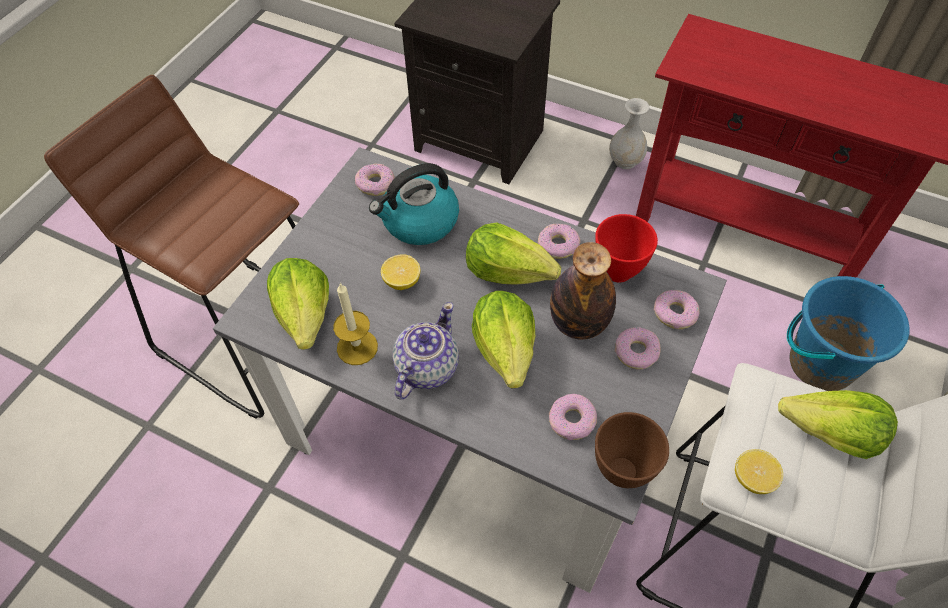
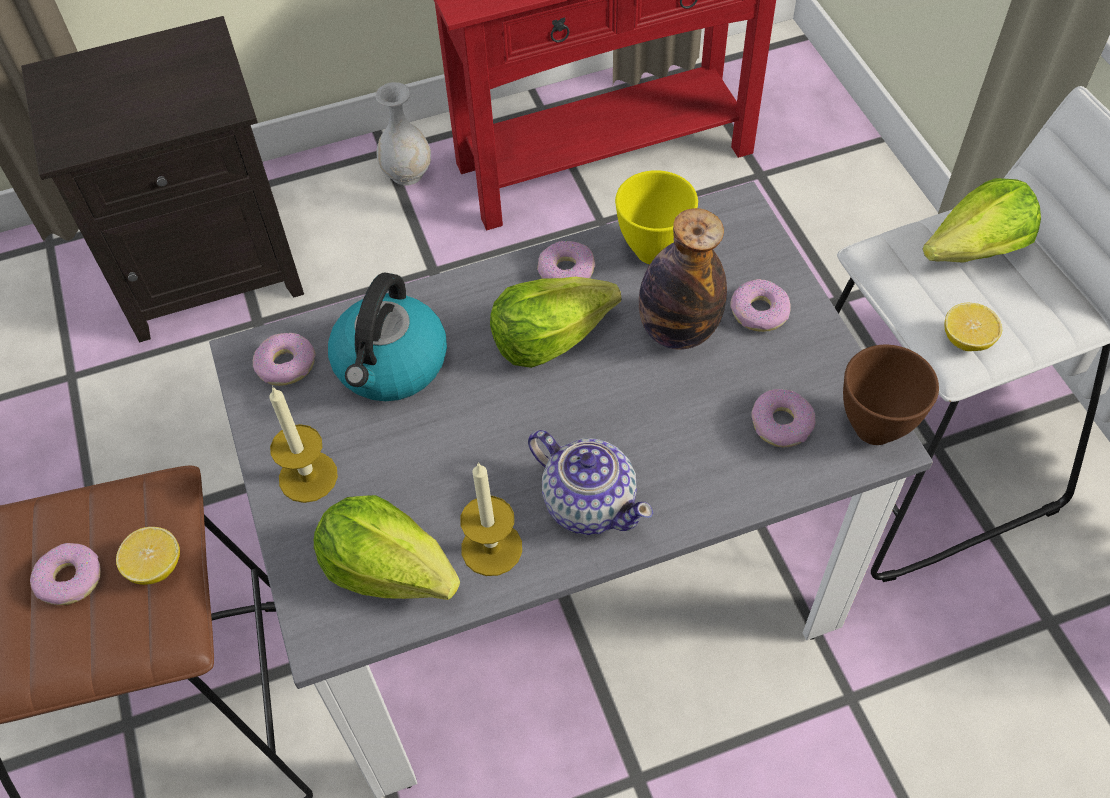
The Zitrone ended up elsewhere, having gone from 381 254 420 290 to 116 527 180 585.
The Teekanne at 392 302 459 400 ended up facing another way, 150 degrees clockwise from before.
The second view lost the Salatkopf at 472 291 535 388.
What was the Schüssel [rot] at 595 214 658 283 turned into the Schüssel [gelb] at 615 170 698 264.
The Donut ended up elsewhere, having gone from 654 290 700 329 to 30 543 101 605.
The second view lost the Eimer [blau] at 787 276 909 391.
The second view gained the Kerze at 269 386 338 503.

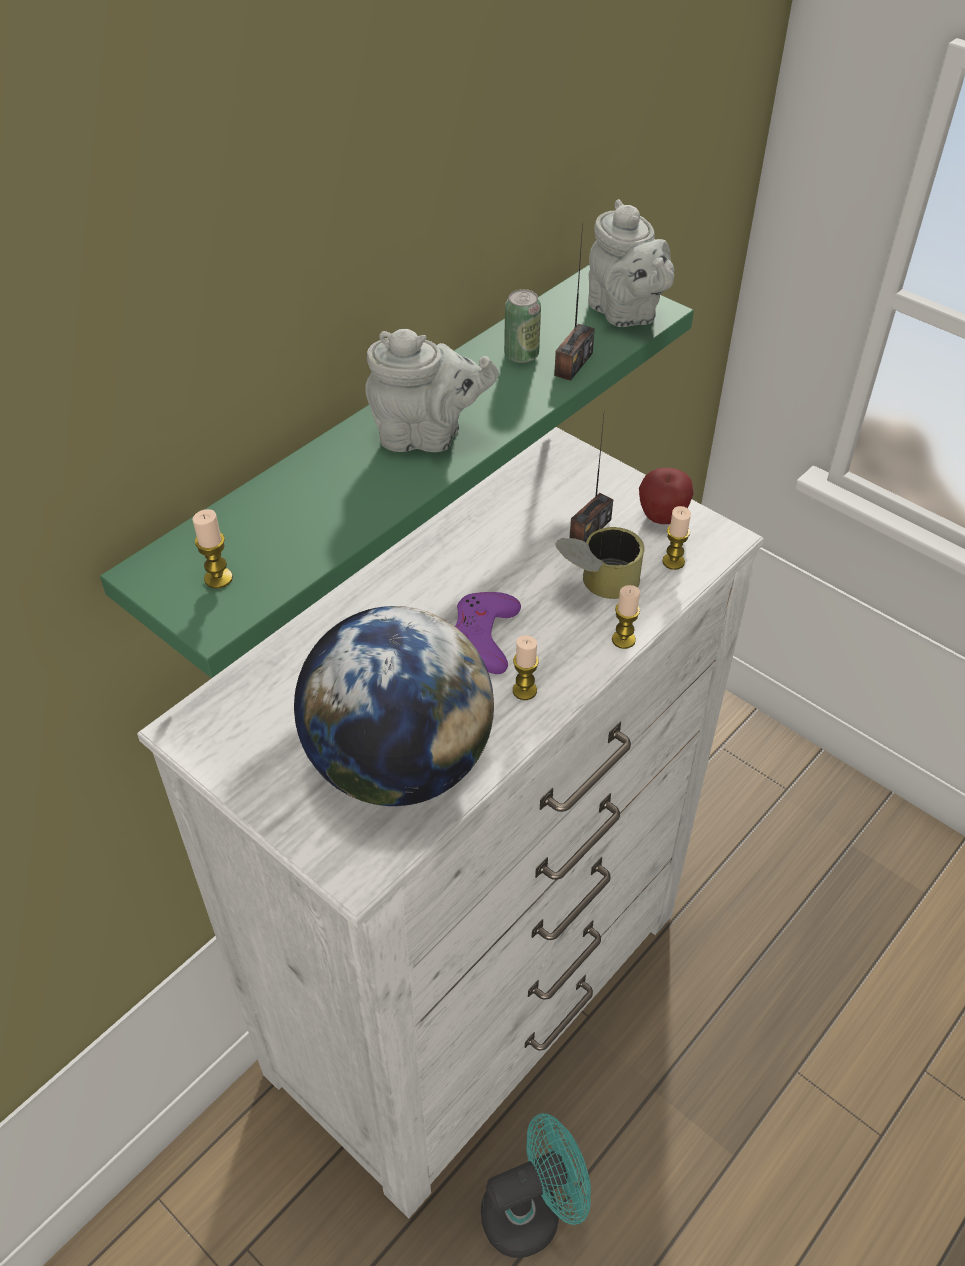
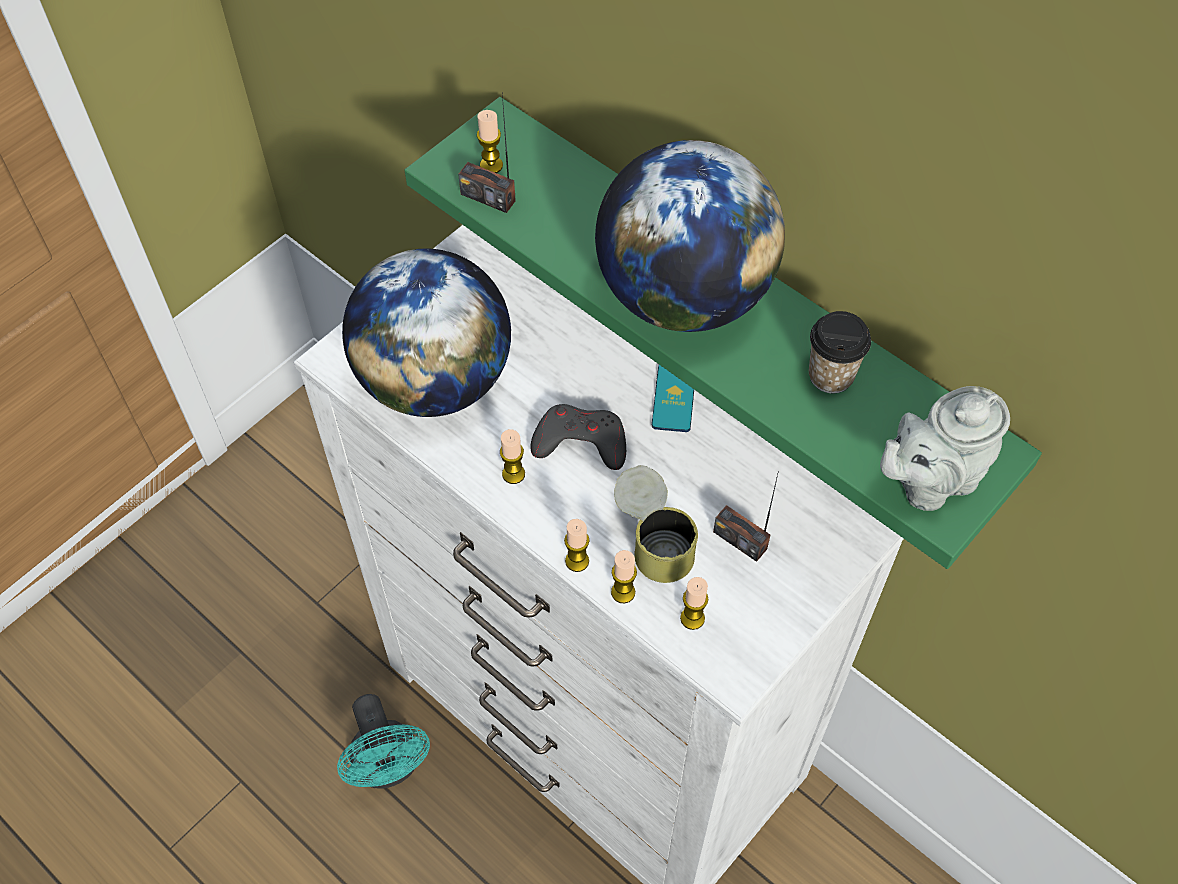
Where the Teekanne [grau] stood at 365 329 499 452, the Globus came to stand at 595 140 785 332.
What was the Gamepad [lila] at 455 592 521 674 turned into the Gamepad [grau] at 530 404 626 470.
Where the Dose stood at 504 289 541 363, the Tasse came to stand at 809 311 871 394.
The Radio ended up elsewhere, having gone from 554 222 595 381 to 458 94 516 213.
The second view lost the Apfel at 639 468 694 524.
The second view gained the Kerze at 611 550 637 604.
The second view gained the Handy at 652 364 694 432.

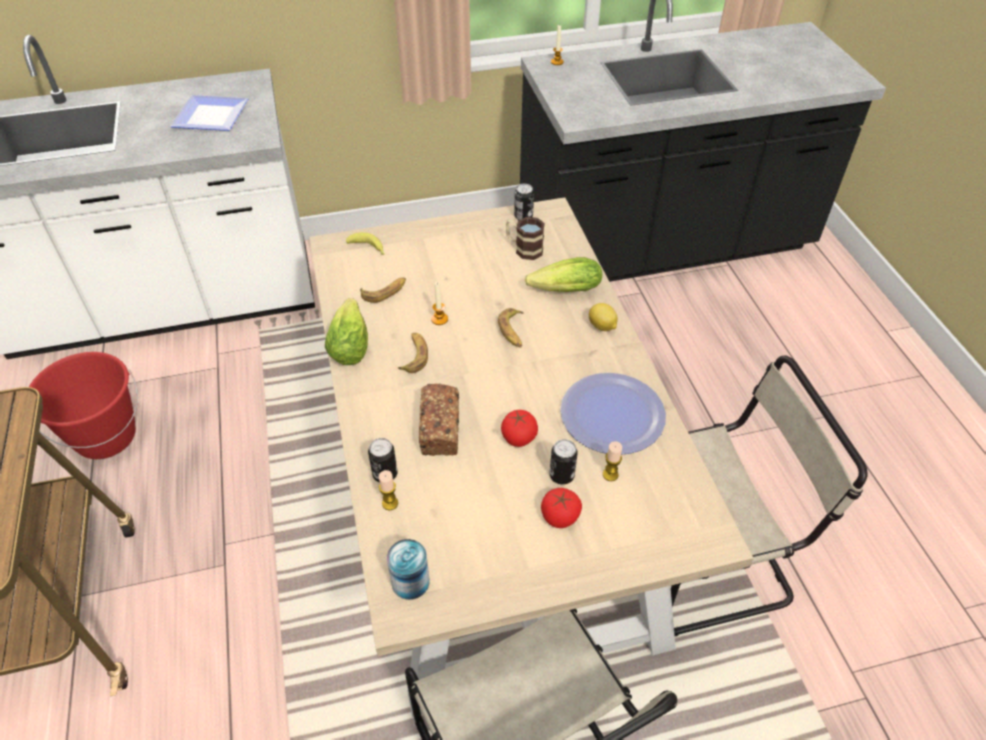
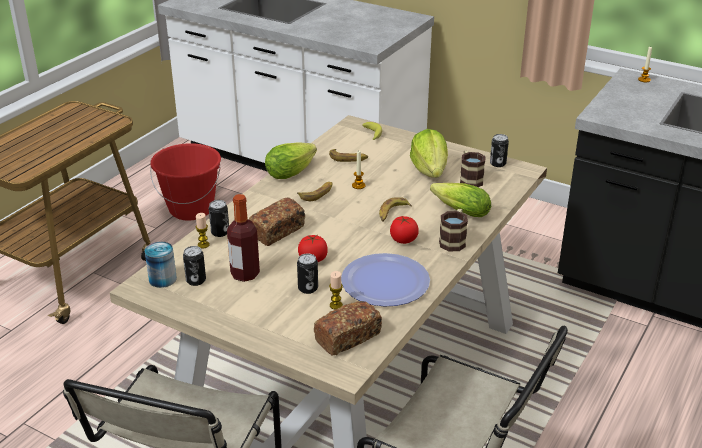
The second view lost the Teller at 170 95 248 131.
The Tomate ended up elsewhere, having gone from 541 488 582 528 to 390 216 419 244.
Where the Zitrone stood at 589 303 618 331, the Henkelbecher came to stand at 439 209 468 251.
The second view gained the Dose at 183 246 206 286.
The second view gained the Flasche at 227 194 260 282.
The second view gained the Brot at 314 301 382 356.
The second view gained the Salatkopf at 410 129 448 178.

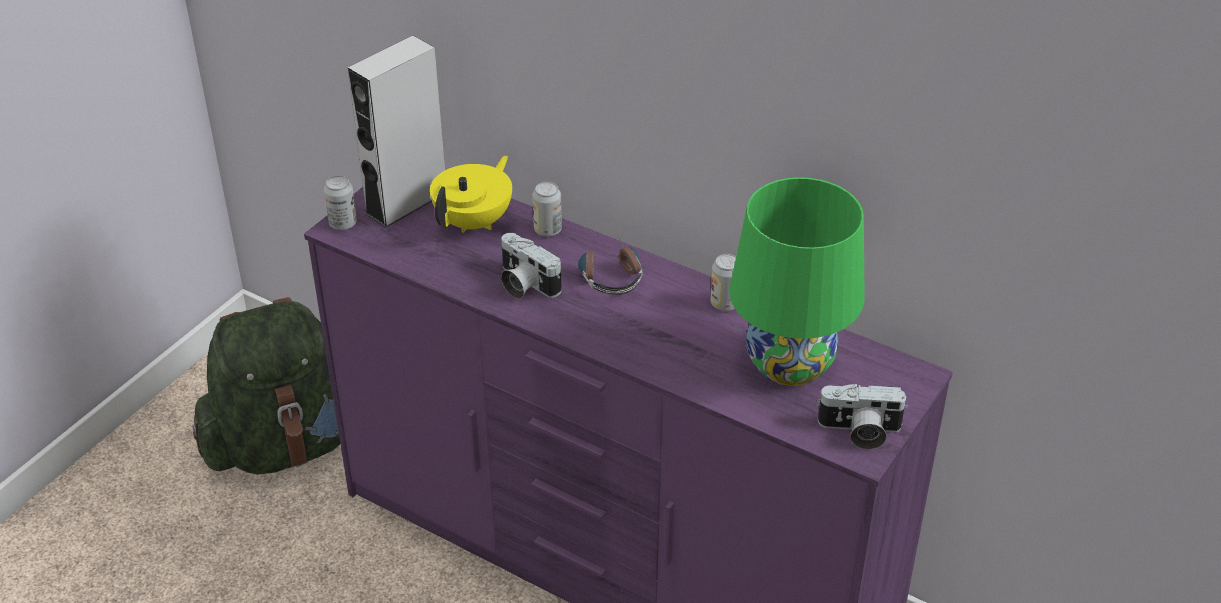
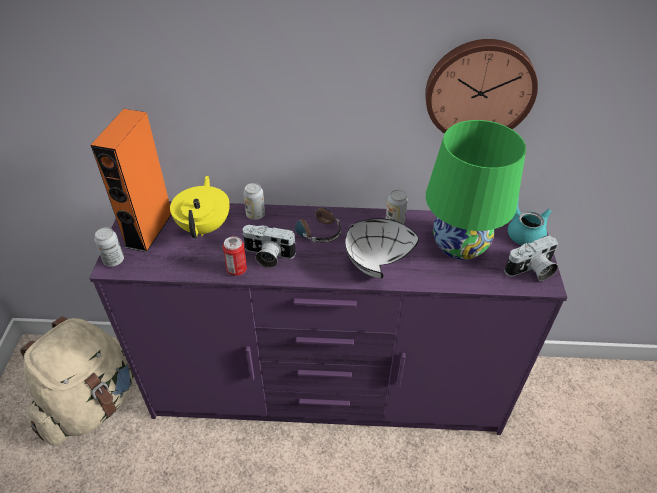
What was the Rucksack [grün] at 193 297 340 475 turned into the Rucksack [beige] at 20 316 134 445.
What was the Lautsprecher [grau] at 348 35 445 228 turned into the Lautsprecher [orange] at 91 109 171 252.
The second view gained the Dose at 223 236 247 276.
The second view gained the Schüssel [weiß] at 345 218 419 279.
The second view gained the Wanduhr at 425 39 538 134.
The second view gained the Teekanne [türkis] at 508 197 552 245.

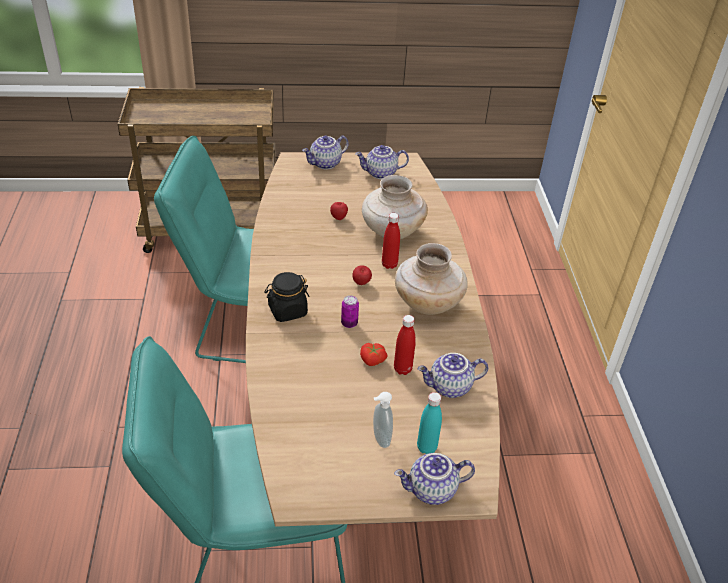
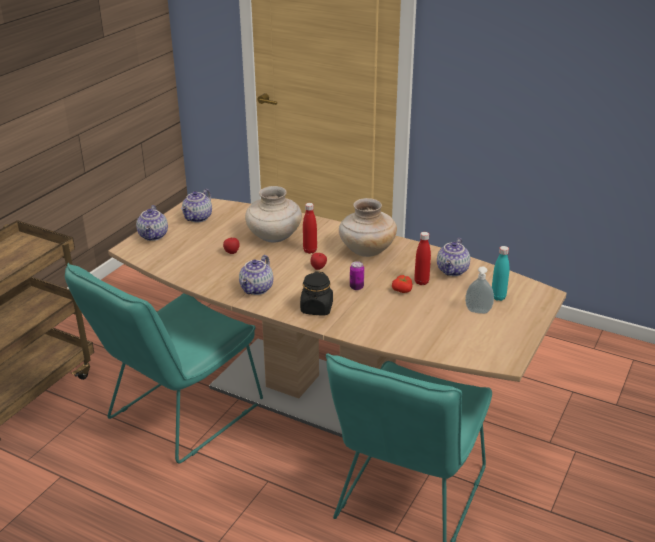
The Teekanne ended up elsewhere, having gone from 394 453 475 505 to 239 255 273 295.

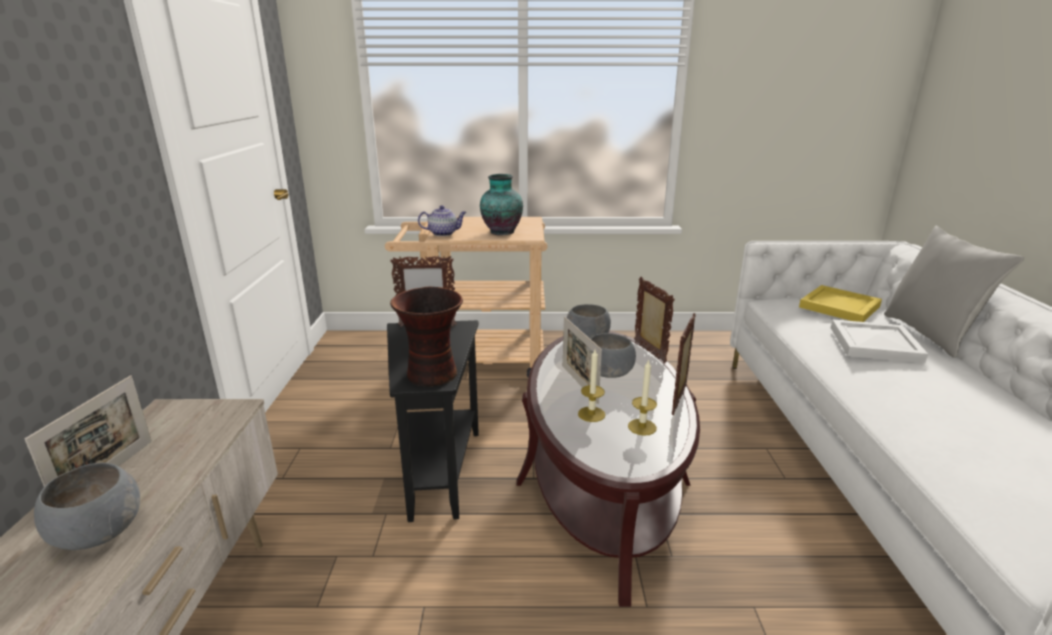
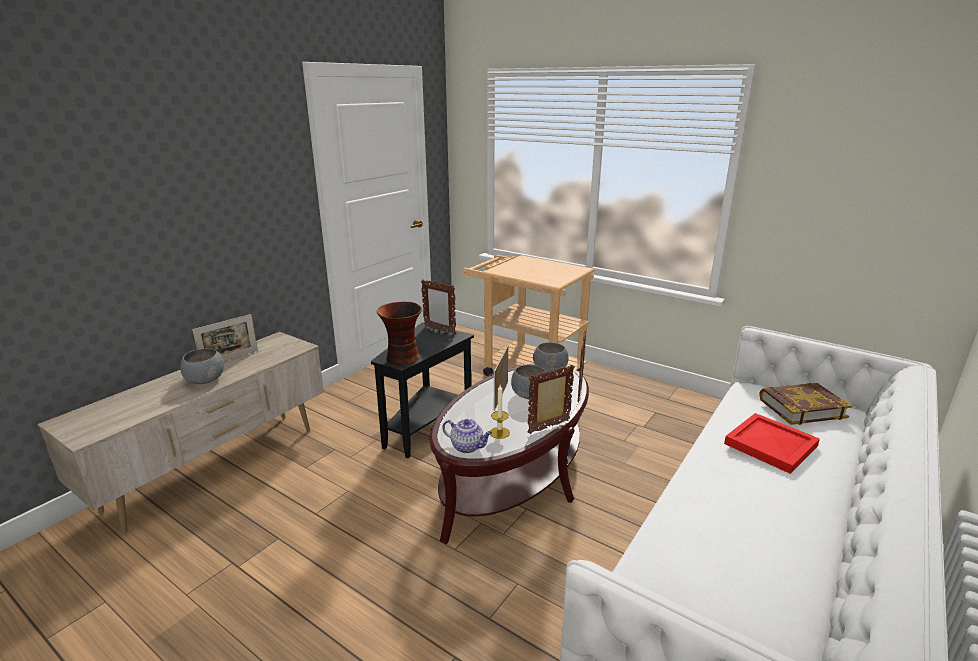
The Teekanne ended up elsewhere, having gone from 418 205 467 236 to 442 419 492 453.
The second view lost the Vase at 480 174 523 235.
The second view lost the Kerze at 578 350 605 422.
Where the Tablett [gelb] stood at 799 285 882 322, the Buch came to stand at 759 383 852 425.
What was the Tablett [weiß] at 831 319 928 363 turned into the Tablett [rot] at 724 413 820 474.
The second view lost the Kissen [grau] at 884 226 1024 358.

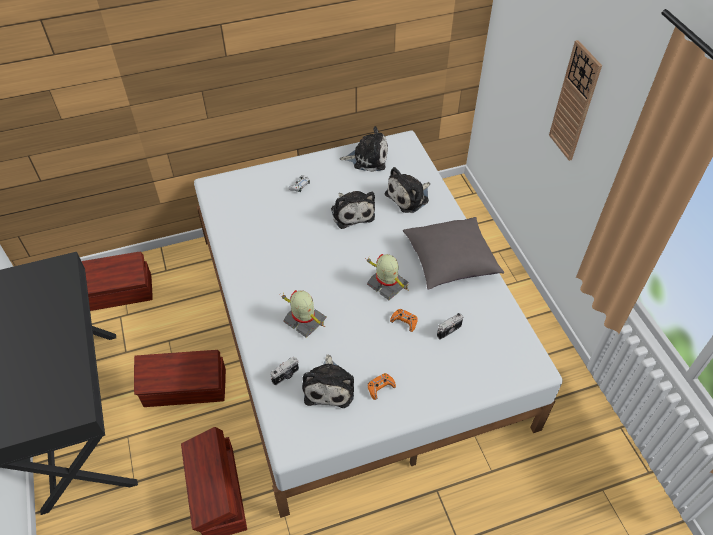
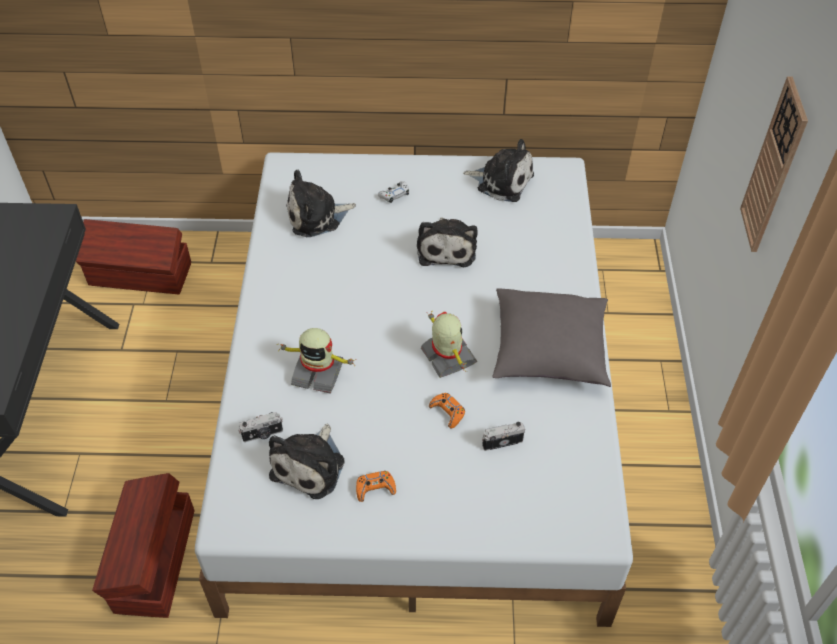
The second view lost the Aufbewahrungsbox [braun] at 134 350 226 407.
The Spielzeugroboter at 280 290 326 338 ended up facing another way, 135 degrees clockwise from before.
The Plüschtier ended up elsewhere, having gone from 385 167 430 213 to 286 170 356 237.

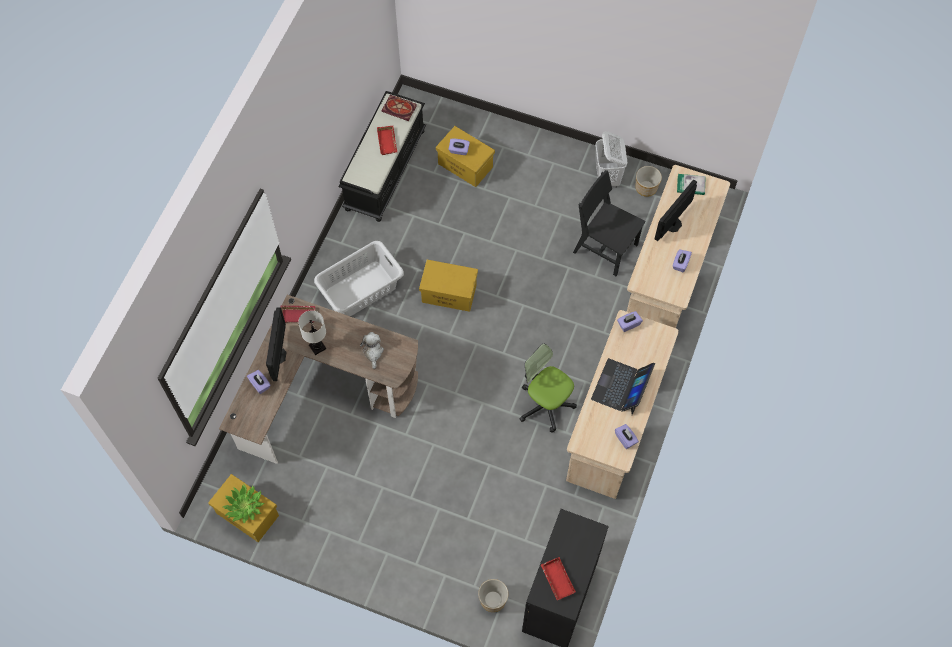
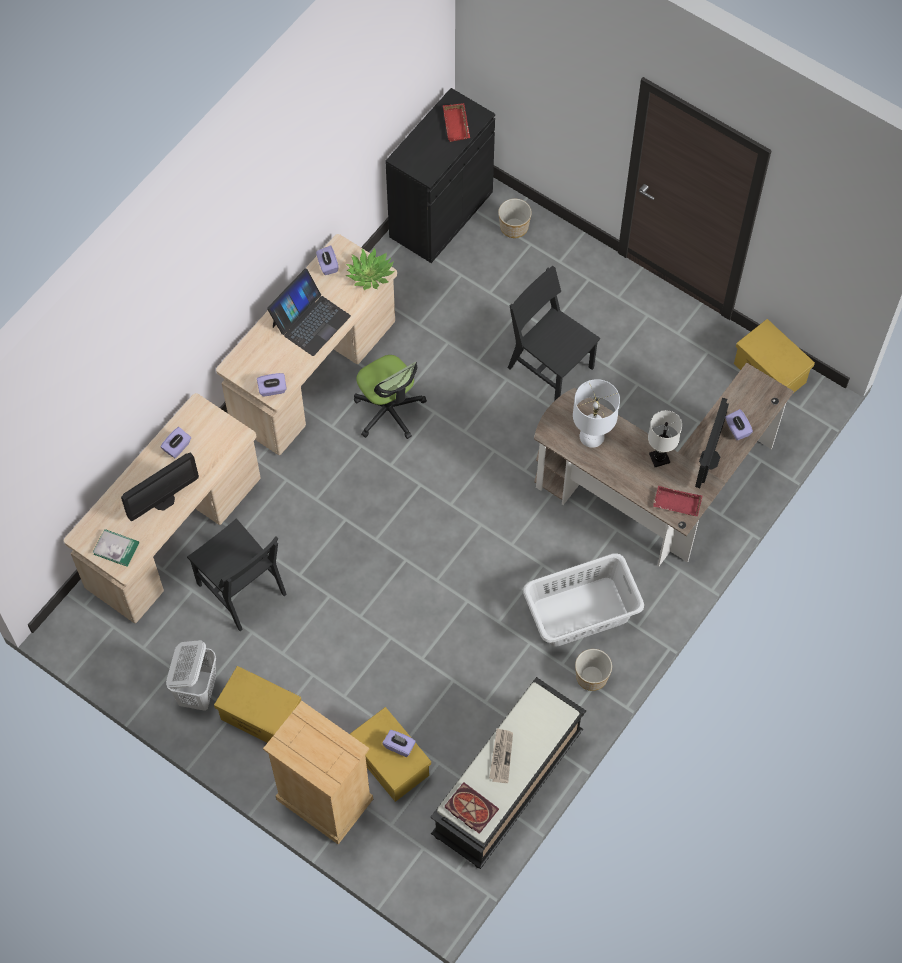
The Topfpflanze ended up elsewhere, having gone from 223 484 264 524 to 346 248 395 290.
Where the Plüschtier stood at 360 332 384 369, the Tischlampe [weiß] came to stand at 573 379 620 448.
Where the Tablett [rot] stood at 377 126 397 155, the Zeitung came to stand at 489 728 513 783.
The Aufbewahrungsbox [gelb] ended up elsewhere, having gone from 419 260 478 312 to 214 666 301 743.
The Pflanzkübel ended up elsewhere, having gone from 636 166 662 197 to 575 649 612 691.
The second view gained the Kommode [beige] at 263 701 373 844.
The second view gained the Stuhl [schwarz] at 508 266 600 401.

